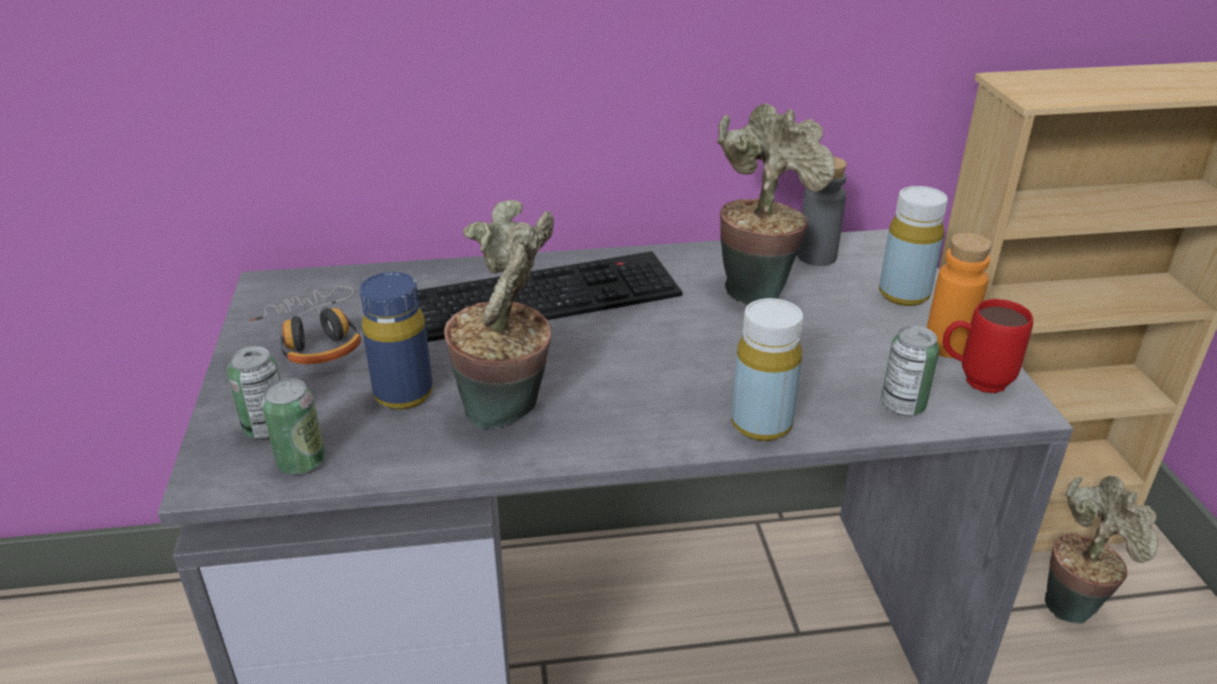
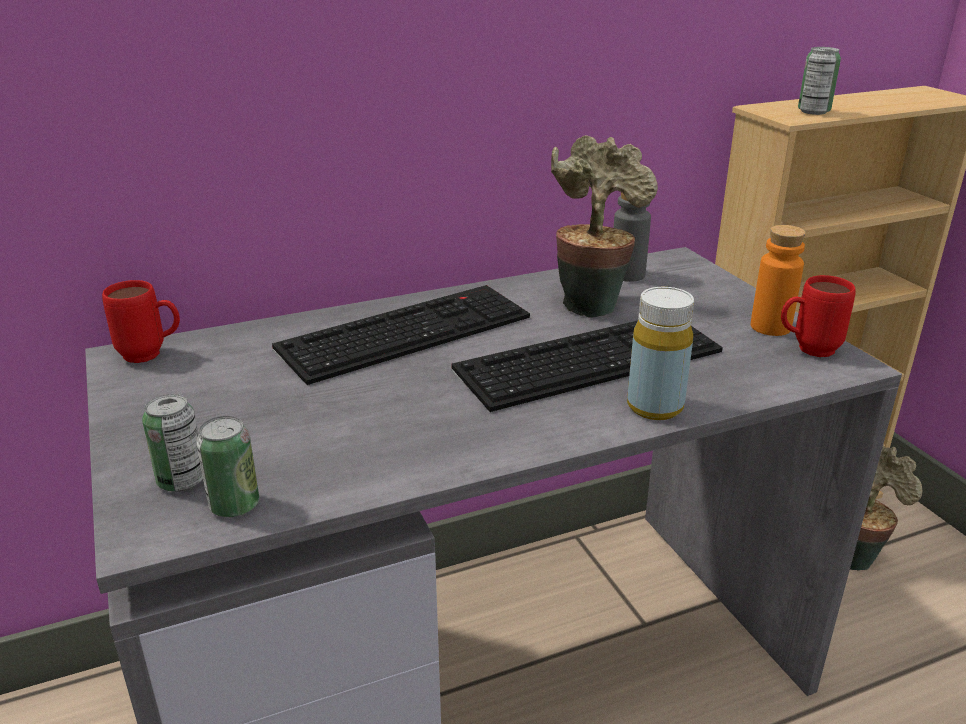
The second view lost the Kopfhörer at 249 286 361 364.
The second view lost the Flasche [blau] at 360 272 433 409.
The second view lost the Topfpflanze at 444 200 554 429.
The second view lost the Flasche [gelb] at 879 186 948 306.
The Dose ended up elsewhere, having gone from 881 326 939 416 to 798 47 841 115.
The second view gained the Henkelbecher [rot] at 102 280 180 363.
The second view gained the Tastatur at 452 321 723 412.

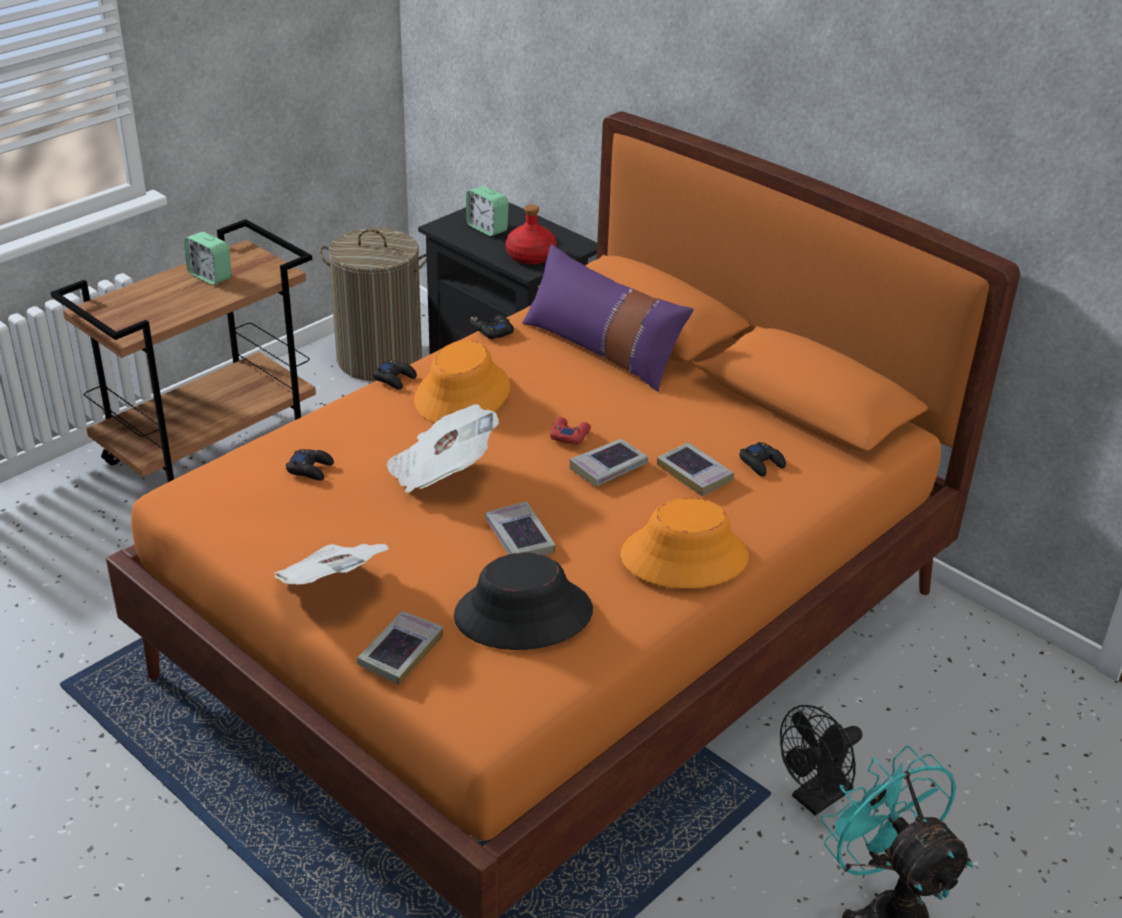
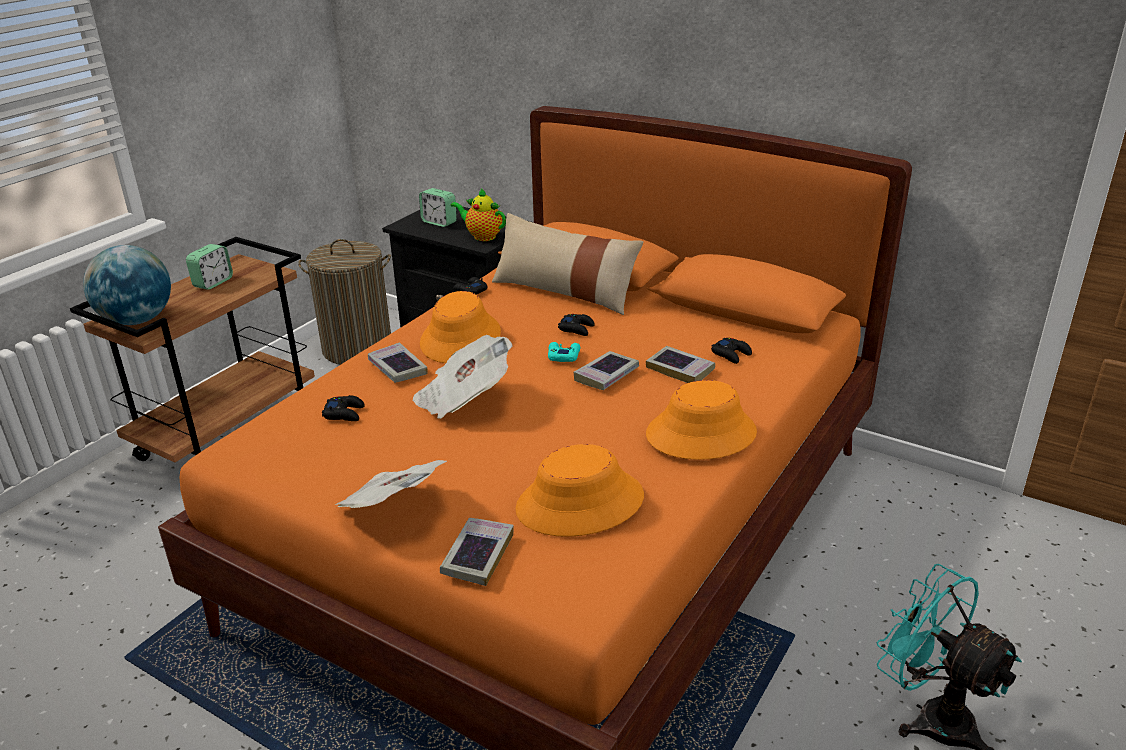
The Wecker at 184 232 231 285 ended up facing another way, 90 degrees counterclockwise from before.
The Gamepad [schwarz] ended up elsewhere, having gone from 372 360 417 390 to 558 314 595 336.
What was the Hut [schwarz] at 454 553 593 650 turned into the Hut [orange] at 515 444 644 537.
The Buch ended up elsewhere, having gone from 485 501 556 555 to 368 343 427 383.
Where the Flasche [rot] stood at 506 204 557 265, the Teekanne came to stand at 451 188 506 241.
What was the Kissen [lila] at 522 244 694 392 turned into the Kissen [beige] at 492 213 643 315.
What was the Gamepad [rot] at 550 417 591 445 turned into the Gamepad [türkis] at 548 342 580 362.
The second view lost the Ventilator [schwarz] at 780 705 862 816.
The second view gained the Globus at 83 245 171 325.

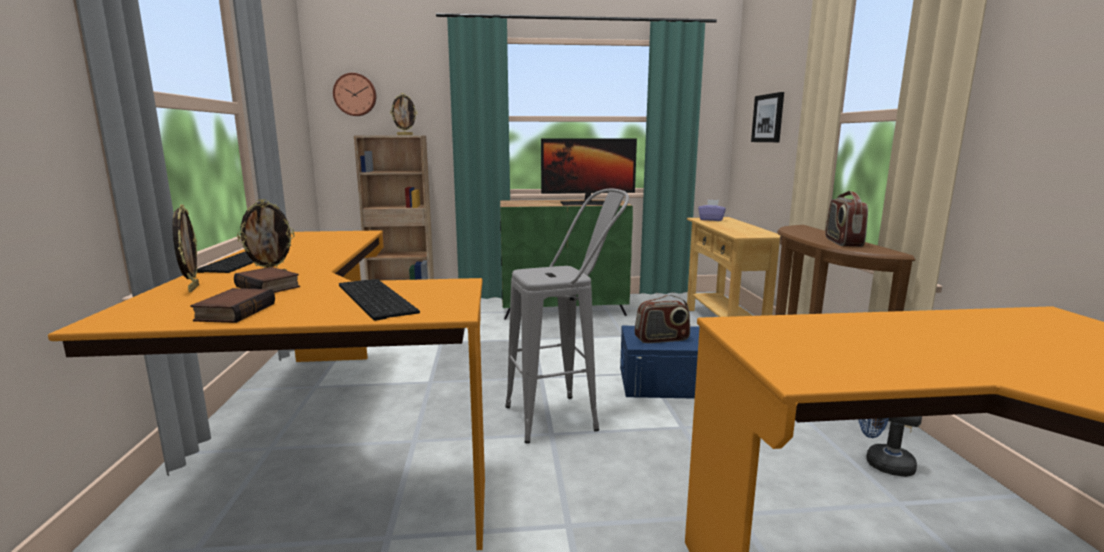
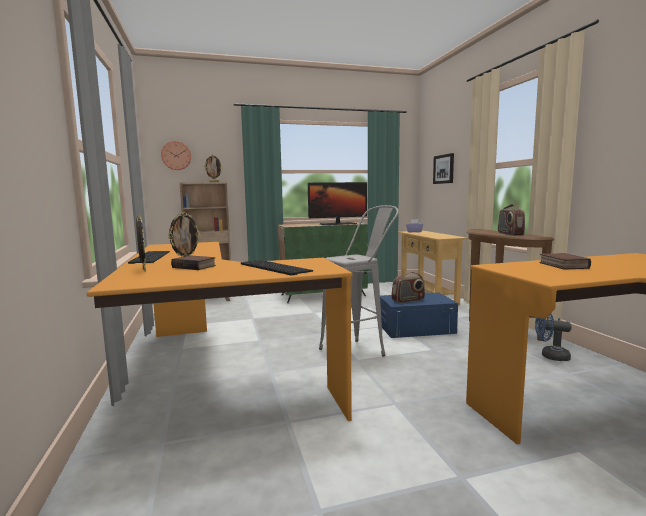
The Buch ended up elsewhere, having gone from 190 288 275 323 to 539 253 591 270.

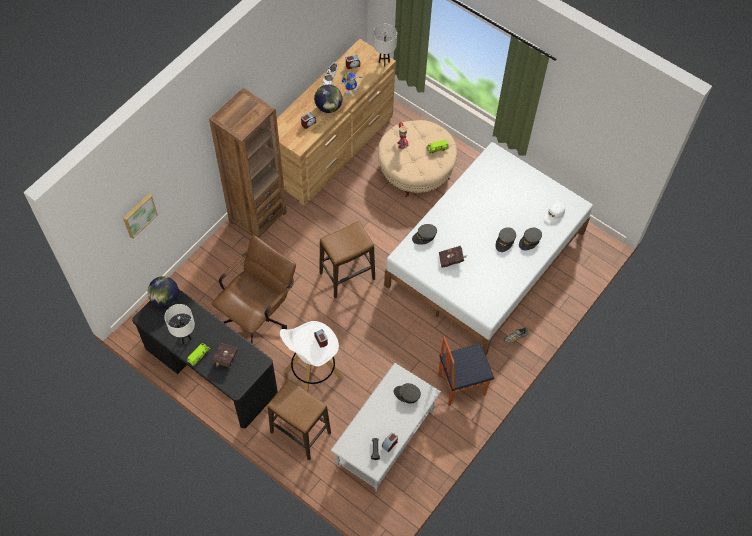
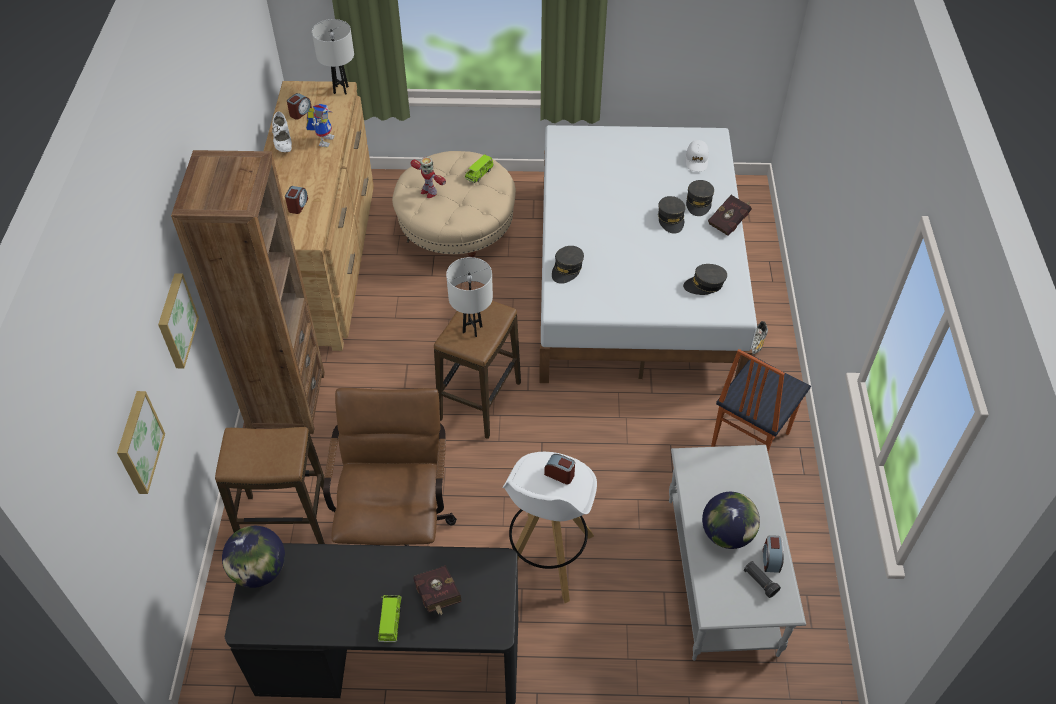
The Tischlampe [weiß] ended up elsewhere, having gone from 165 304 195 344 to 446 257 493 337.
The Hocker ended up elsewhere, having gone from 268 379 331 461 to 215 427 331 544.
The Globus ended up elsewhere, having gone from 314 85 342 113 to 702 492 760 549.
The Kappe [grau] ended up elsewhere, having gone from 394 383 421 404 to 683 264 727 295.
The Buch [rot] ended up elsewhere, having gone from 439 246 467 268 to 708 195 752 236.
The second view gained the Bild at 158 273 199 368.

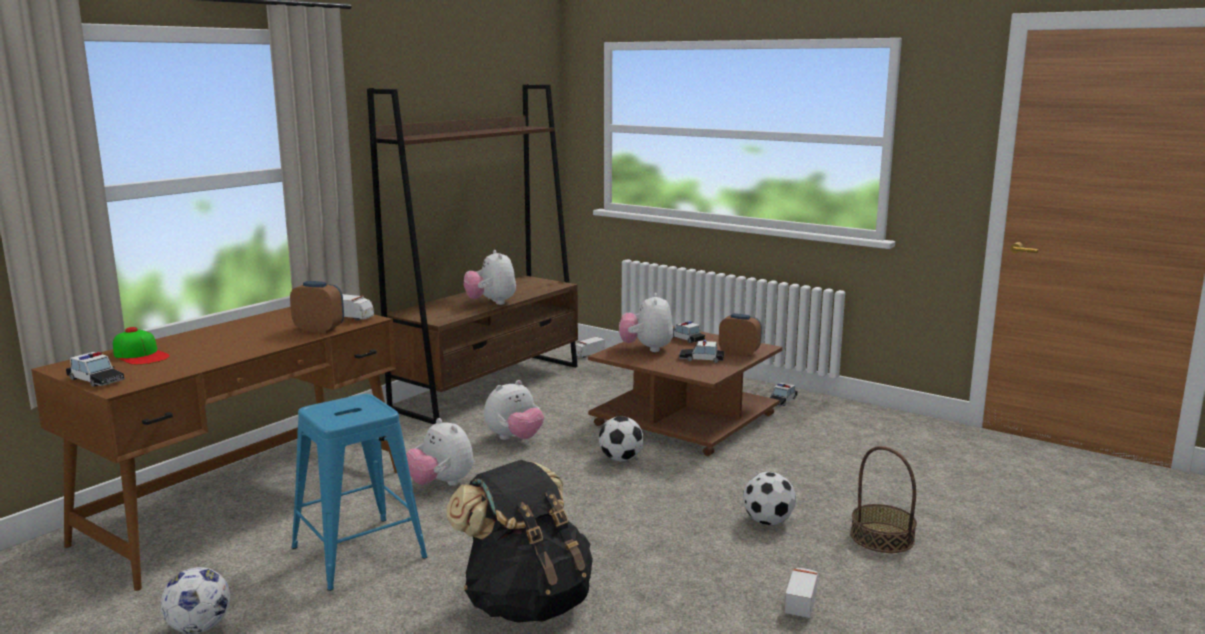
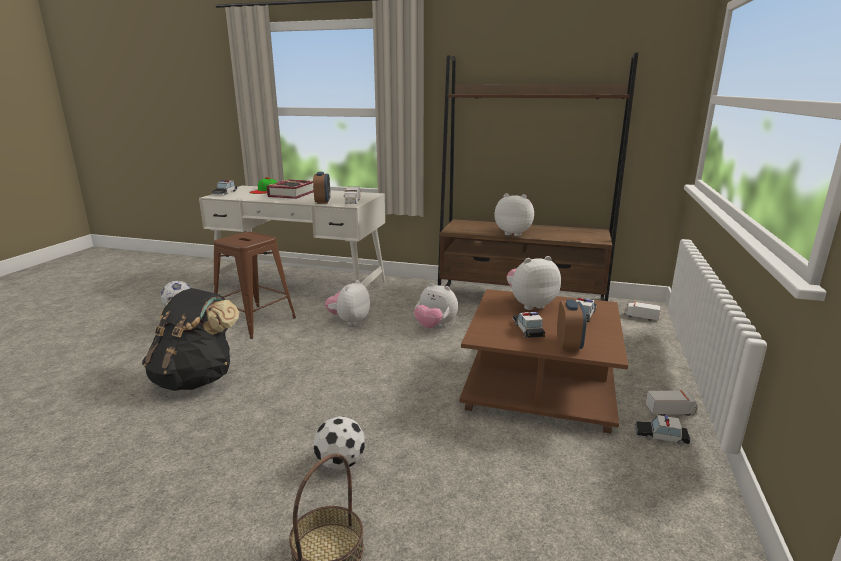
What was the Schreibtisch [braun] at 31 307 397 591 turned into the Schreibtisch [weiß] at 199 186 386 287.
What was the Hocker [blau] at 292 394 428 591 turned into the Hocker [braun] at 214 232 296 339.
The Plüschtier at 464 250 516 305 ended up facing another way, 60 degrees clockwise from before.
The second view lost the Fußball at 599 416 643 461.
The Spielzeuglaster ended up elsewhere, having gone from 784 568 819 618 to 645 390 698 416.
The second view gained the Buch at 267 180 314 199.

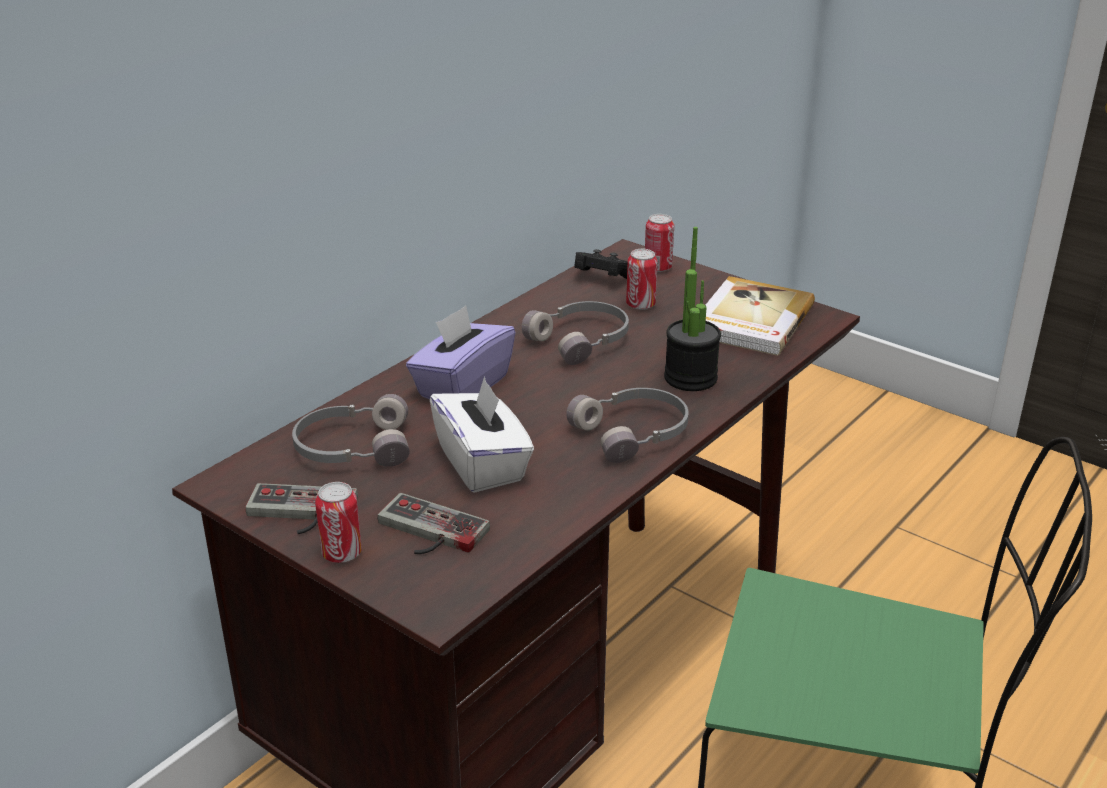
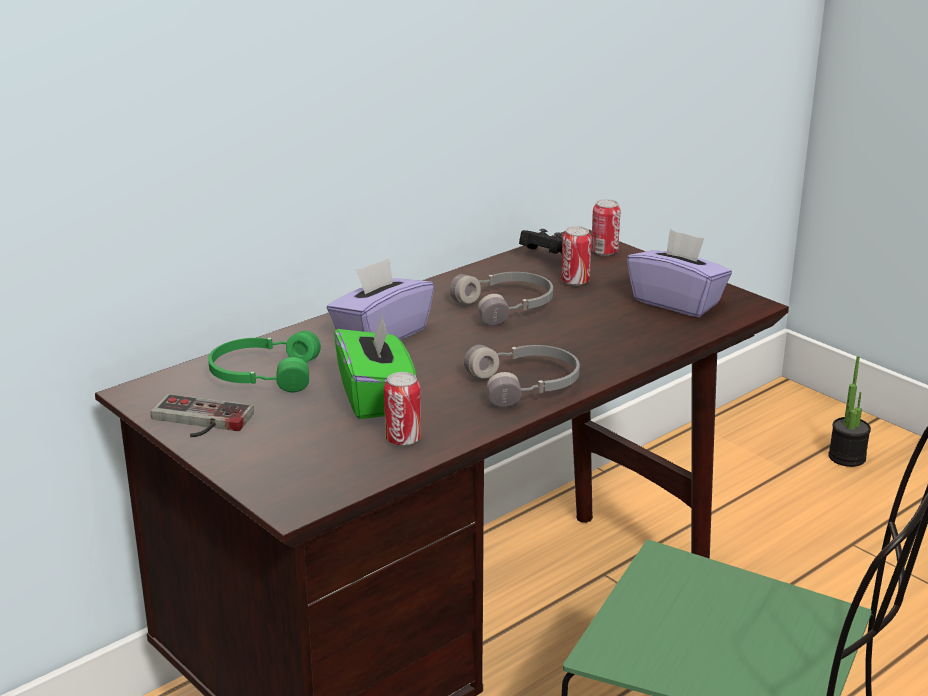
What was the Kopfhörer [grau] at 292 394 410 467 turned into the Kopfhörer [grün] at 208 330 321 392.
The Dose ended up elsewhere, having gone from 315 482 362 563 to 384 372 421 446.
The second view lost the Gamepad at 378 493 490 554.
What was the Taschentuchbox [weiß] at 430 376 534 493 turned into the Taschentuchbox [grün] at 334 316 416 419.
The Topfpflanze ended up elsewhere, having gone from 664 227 721 391 to 828 356 871 467.
Where the Buch stood at 706 276 815 356, the Taschentuchbox [lila] came to stand at 627 229 732 317.

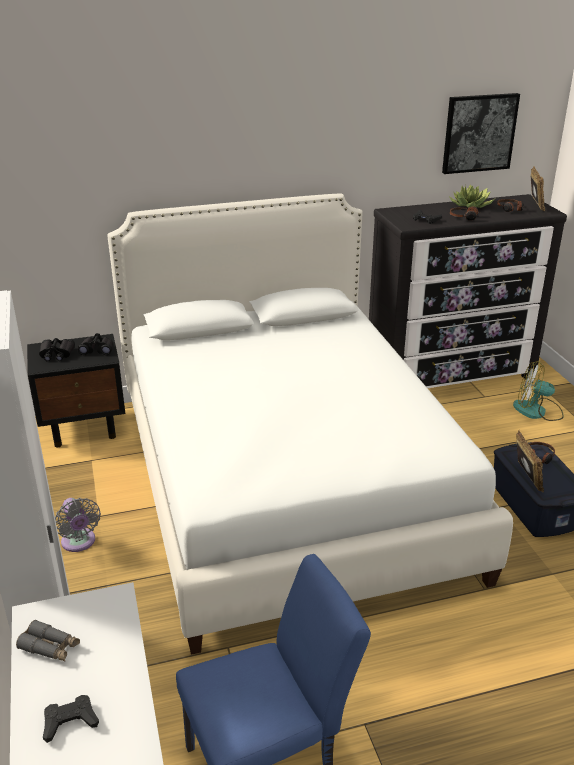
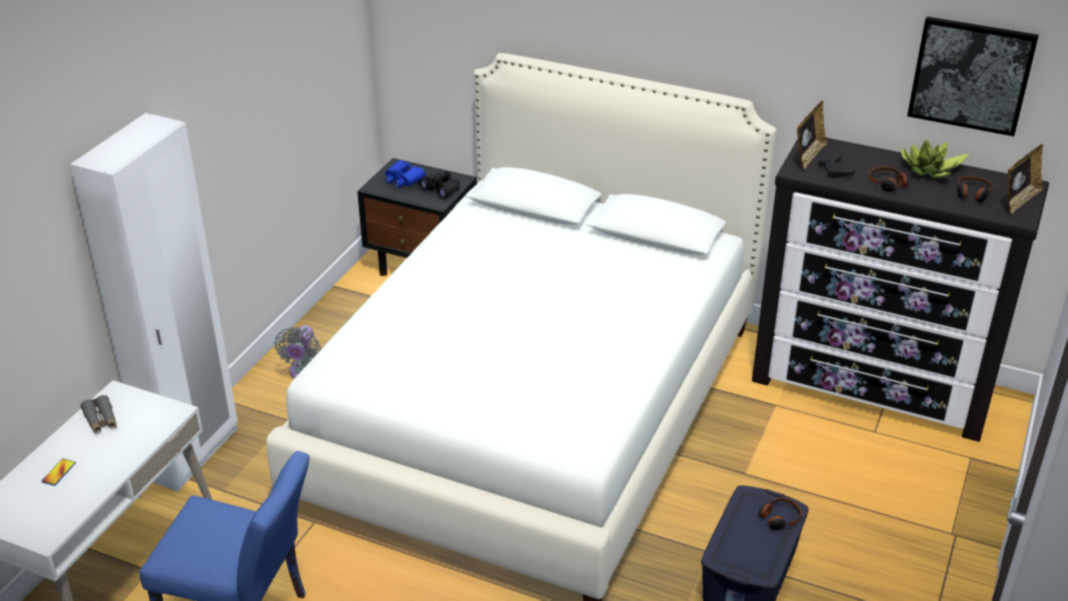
What was the Fernglas [schwarz] at 39 338 75 361 turned into the Fernglas [blau] at 385 160 425 188.
Where the Gamepad [schwarz] stood at 43 695 99 743, the Handy came to stand at 41 459 76 486.
The second view lost the Ventilator at 513 361 564 421.
The Bilderrahmen ended up elsewhere, having gone from 516 430 544 492 to 797 101 827 169.

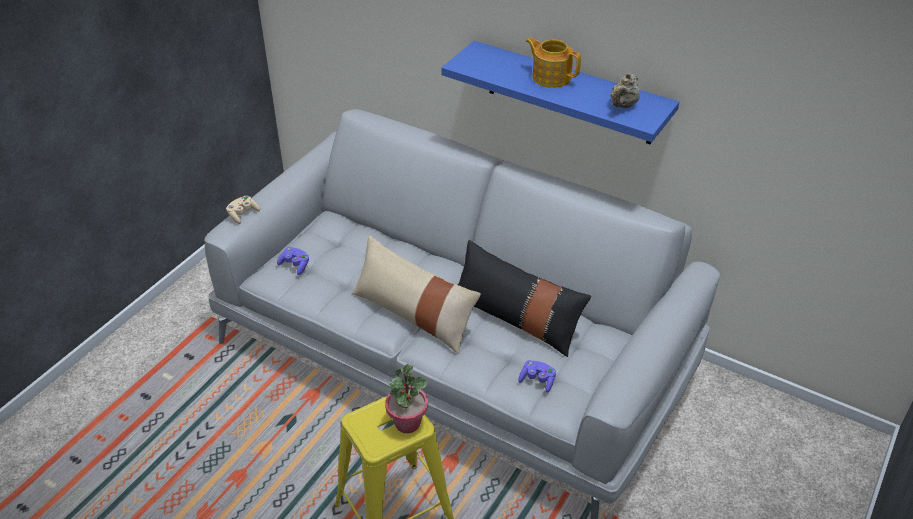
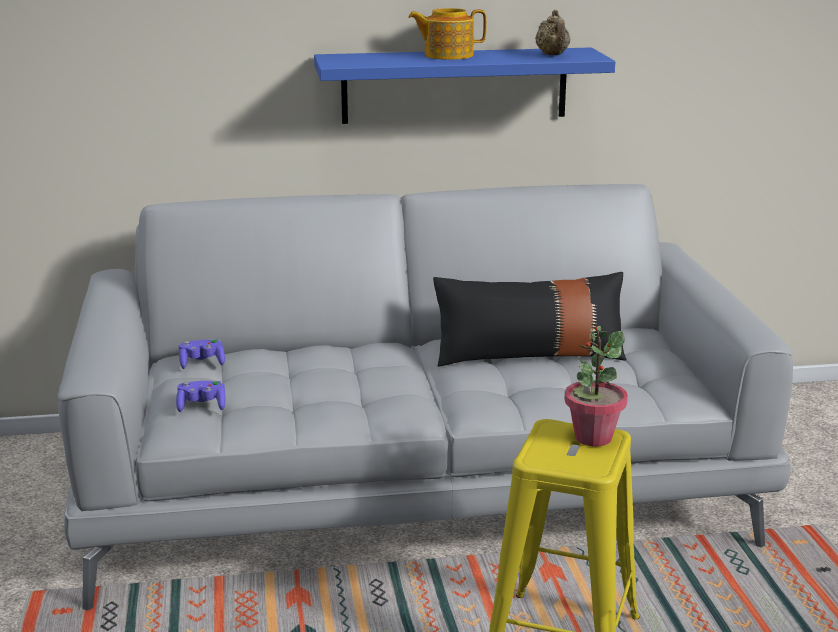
The second view lost the Gamepad [beige] at 226 196 260 224.
The second view lost the Kissen [beige] at 352 235 481 354.
The Gamepad [lila] ended up elsewhere, having gone from 518 360 556 393 to 179 339 225 369.

